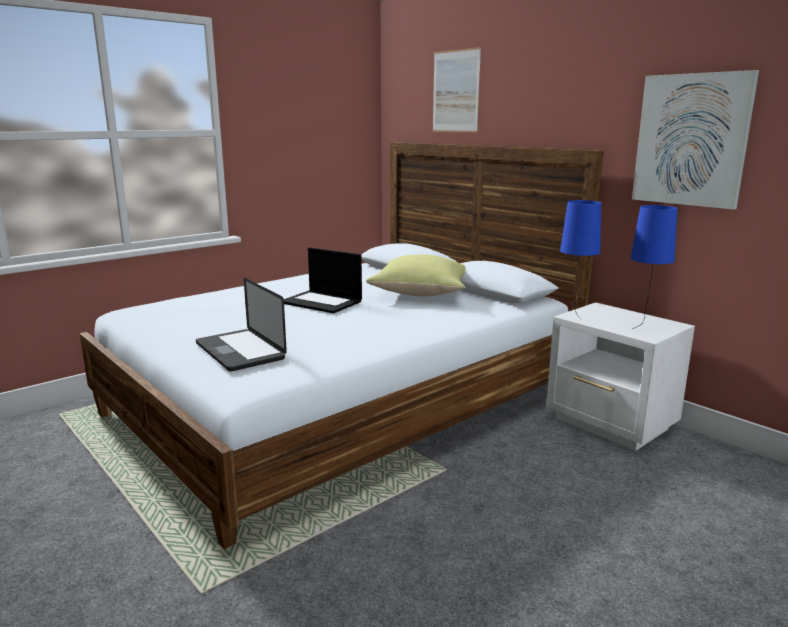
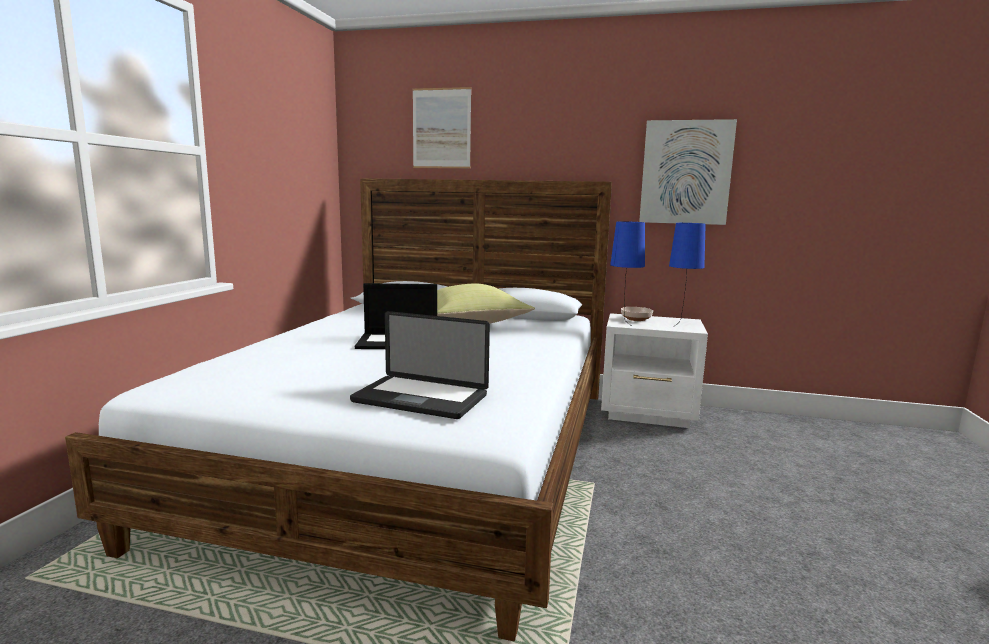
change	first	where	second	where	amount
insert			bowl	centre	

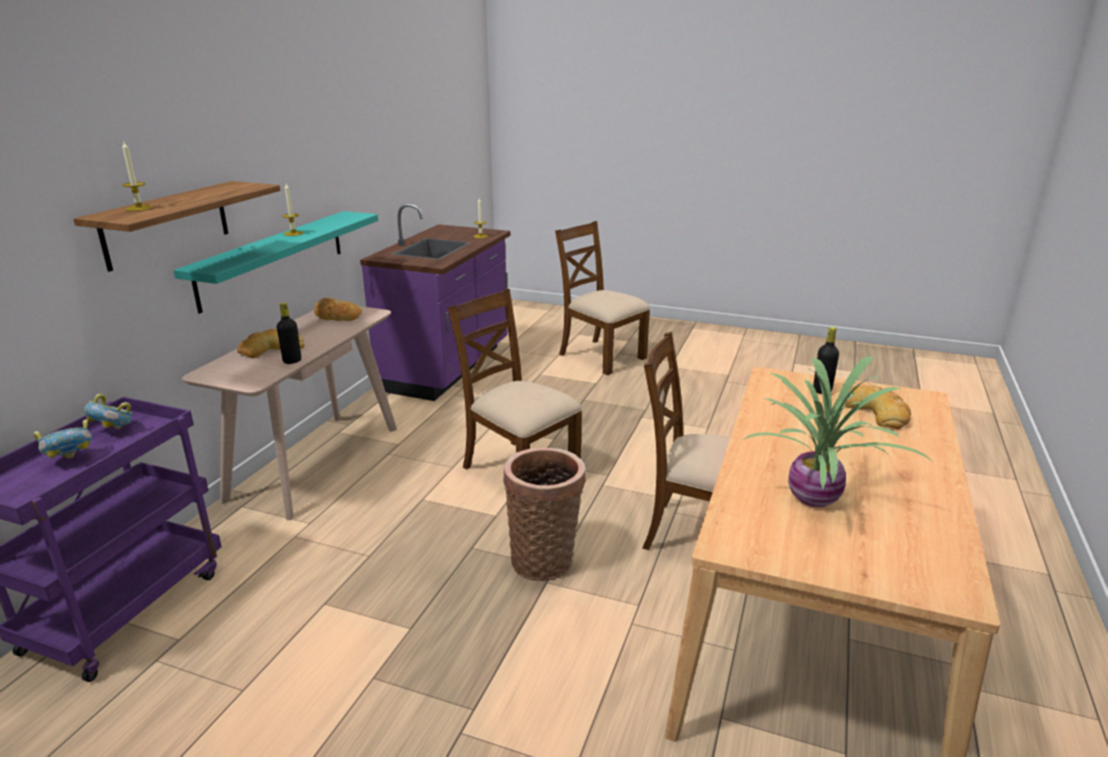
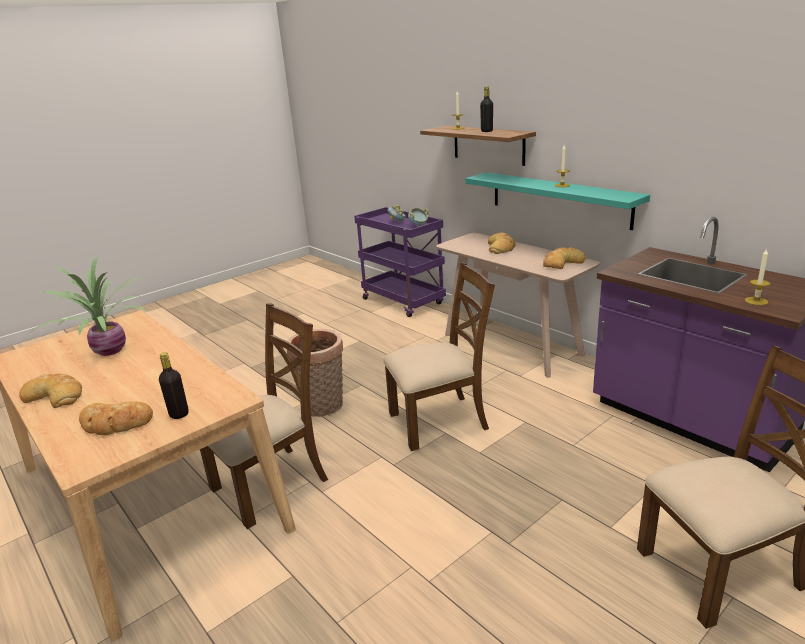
change	first	where	second	where	amount
insert			bread (1st from left)	middle left	
move	black_bottle (1st from left in the first image)	middle left	black_bottle (2nd from left)	top centre	

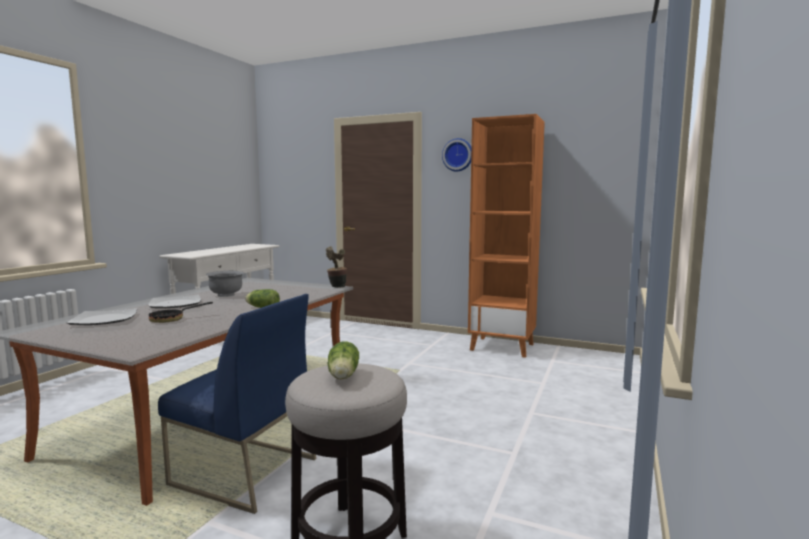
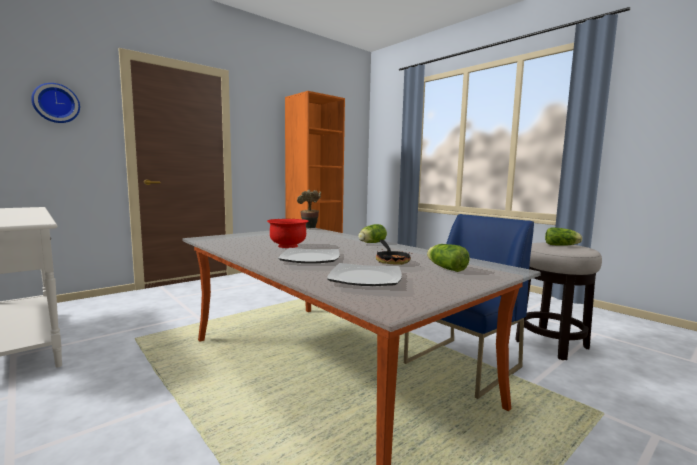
change	first	where	second	where	amount
move	wall_clock	top centre		top left	
recolor	grey_bowl	middle left	red_bowl	centre	
insert			lettuce (2nd from left)	centre	

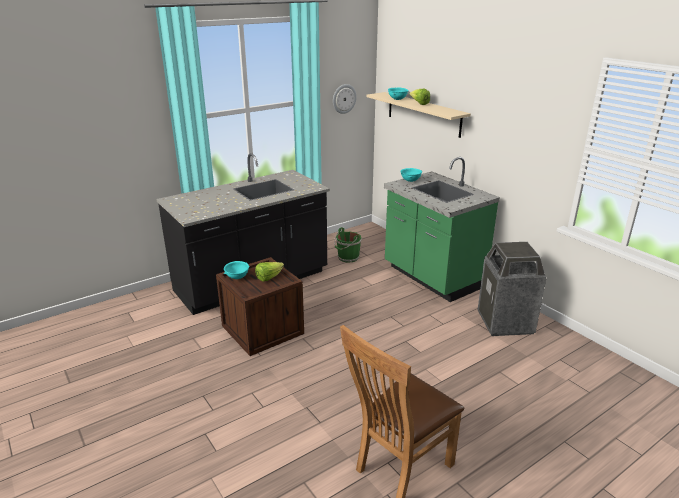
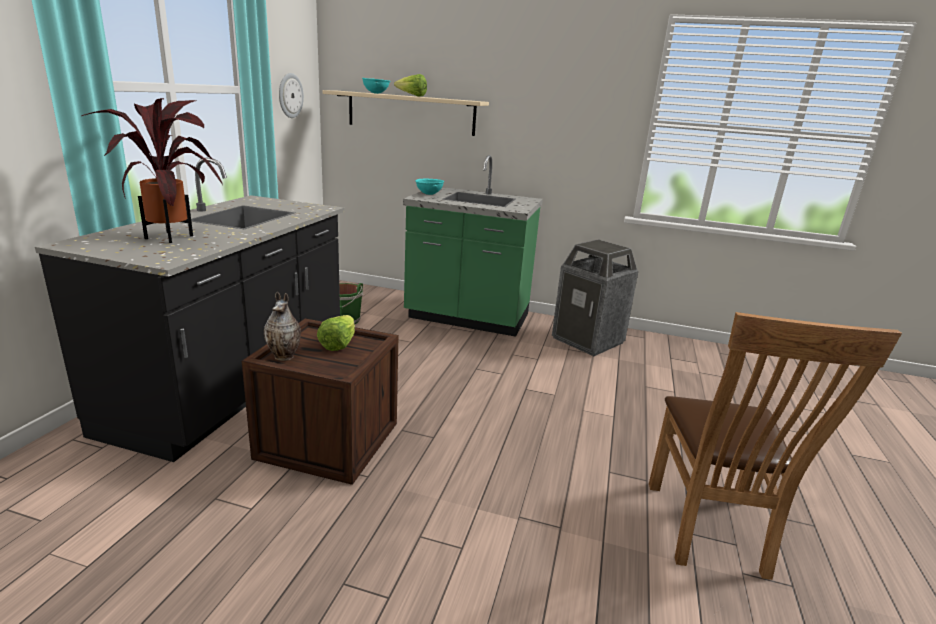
change	first	where	second	where	amount
insert			potted_plant	top left	
replace	turquoise_bowl (1st from left)	centre	vase	middle left	

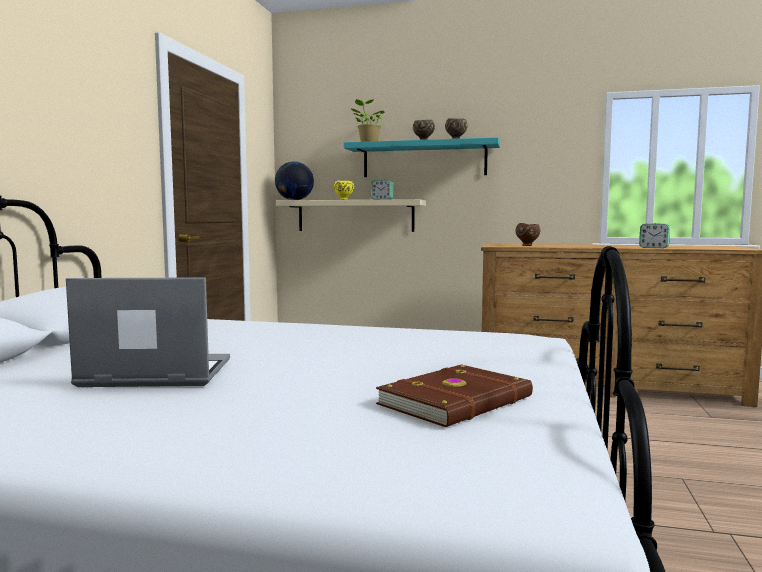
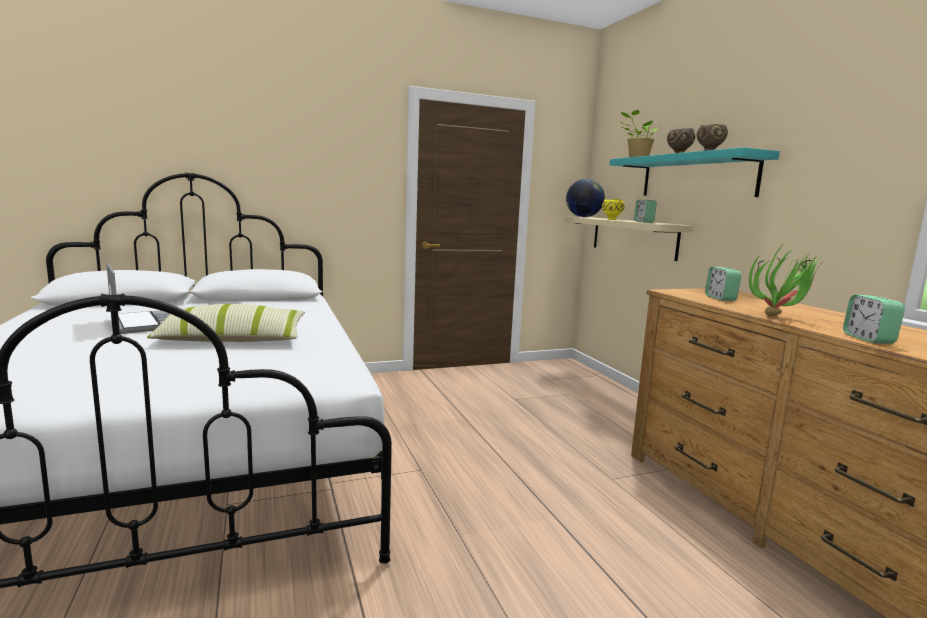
change	first	where	second	where	amount
insert			pillow	middle left	
replace	brown_bowl (3rd from left)	middle right	alarm_clock (2nd from left)	middle right	
insert			potted_plant (2nd from left)	middle right	
delete	brown_book	bottom centre			

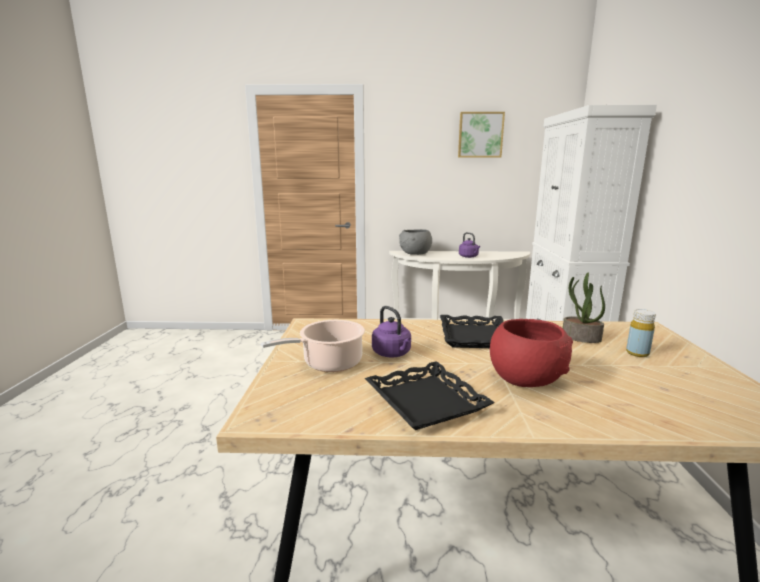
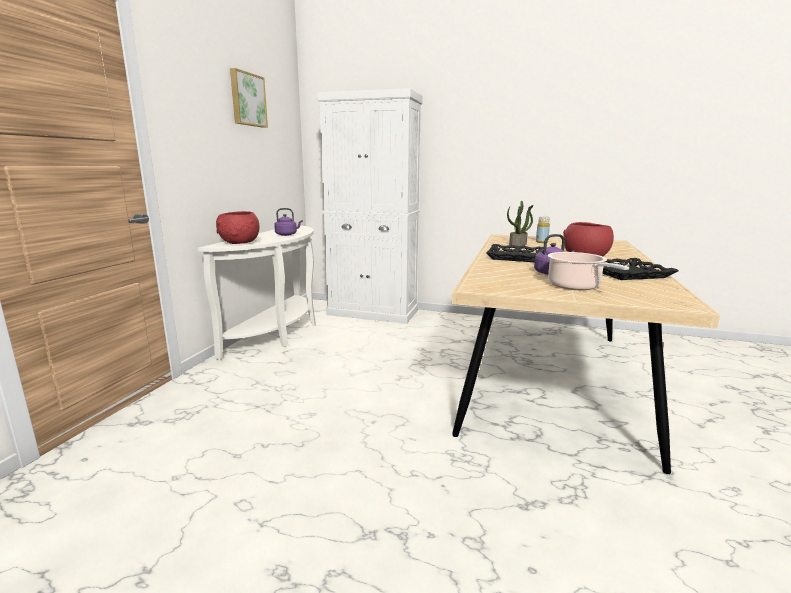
change	first	where	second	where	amount
recolor	grey_bowl	centre	red_bowl (1st from left)	middle left	

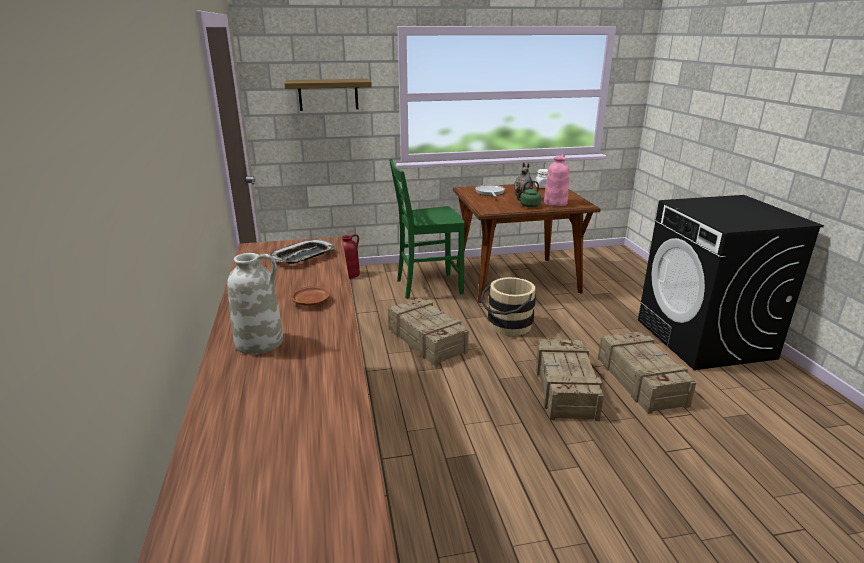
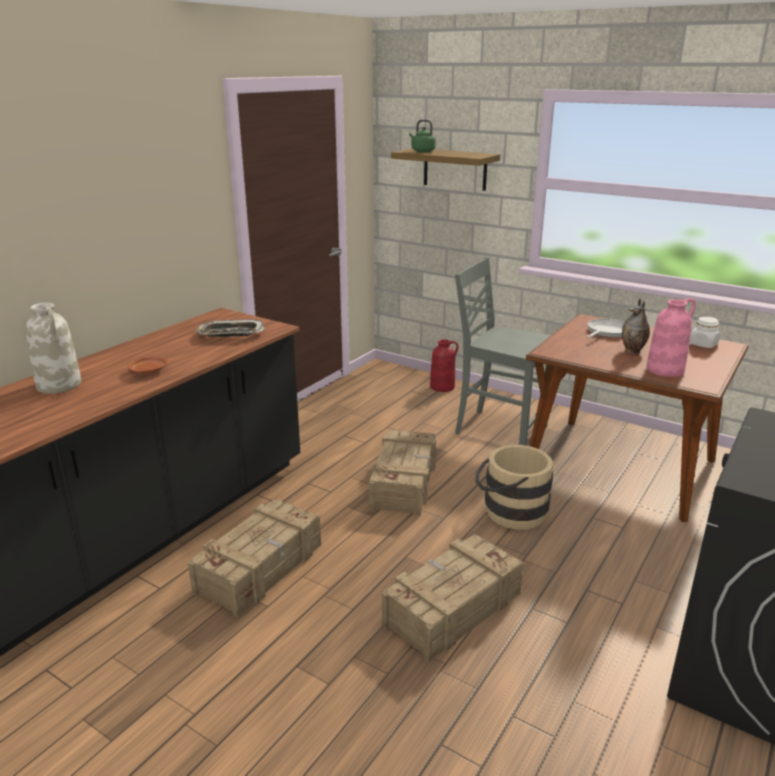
change	first	where	second	where	amount
move	crate (3rd from left in the first image)	middle right	crate (1st from left)	bottom left	
move	green_kettle	centre		top centre	
recolor	green_chair	centre	grey_chair	centre	

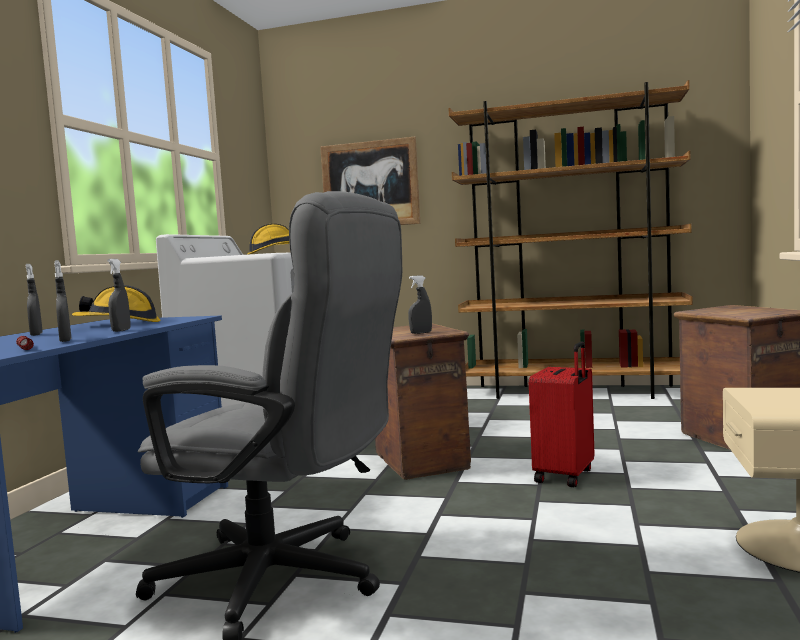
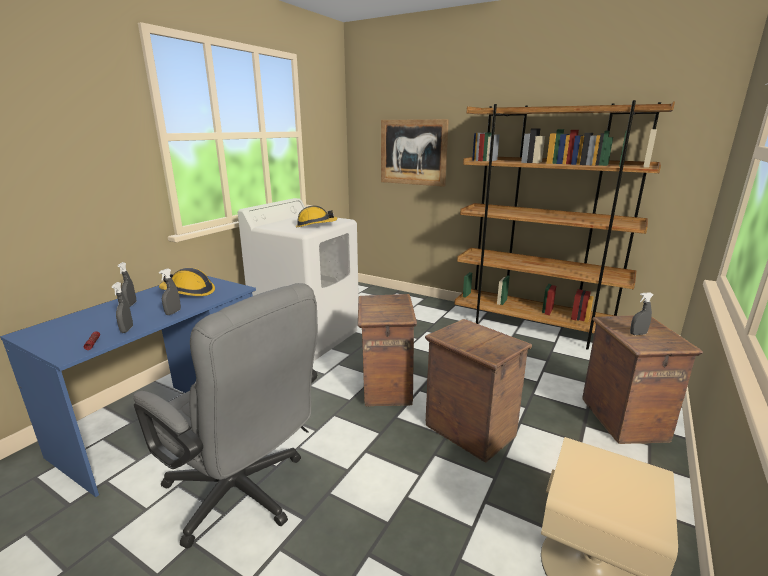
change	first	where	second	where	amount
replace	red_suitcase	middle right	crate (2nd from left)	bottom centre	
move	grey_spray_bottle (4th from left)	centre		middle right	

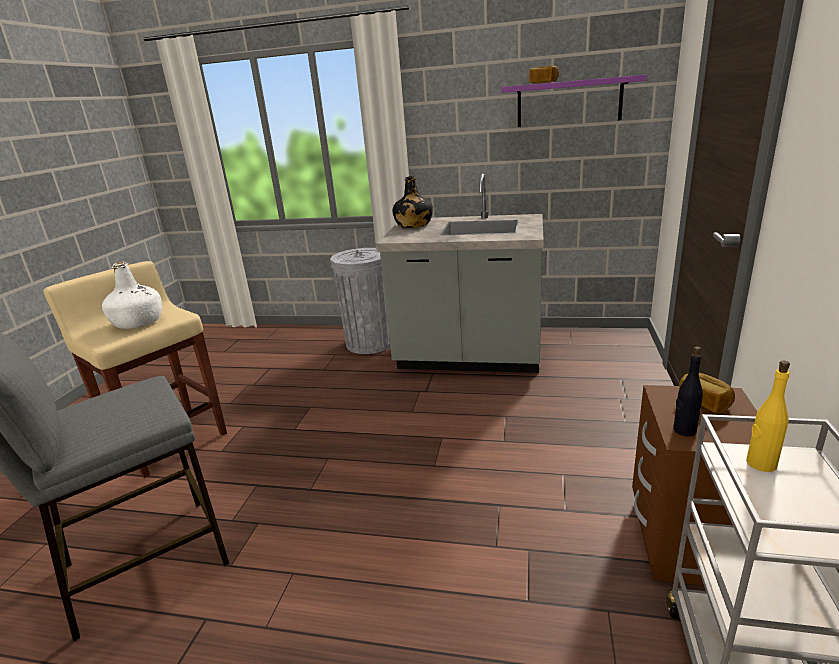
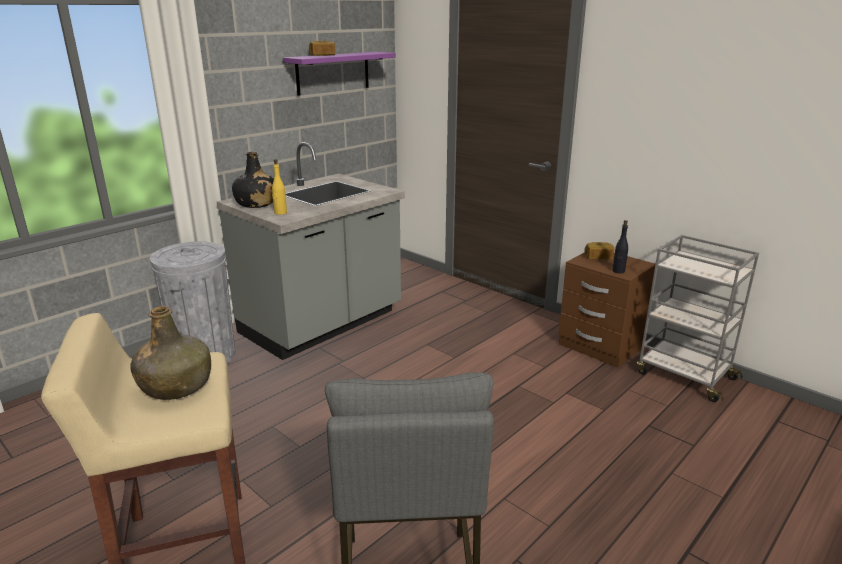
change	first	where	second	where	amount
recolor	white_bottle	middle left	green_bottle	middle left	
move	yellow_bottle	middle right		top left	

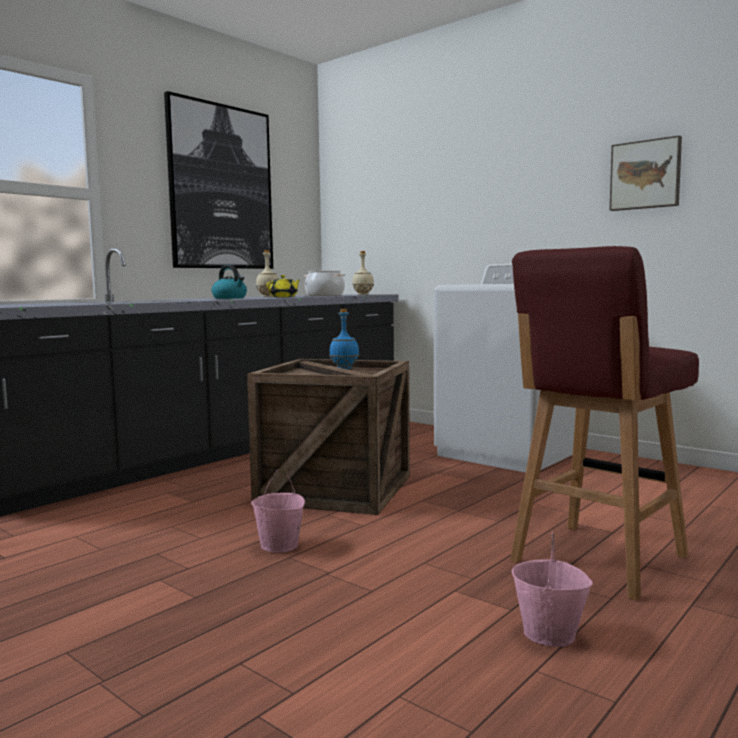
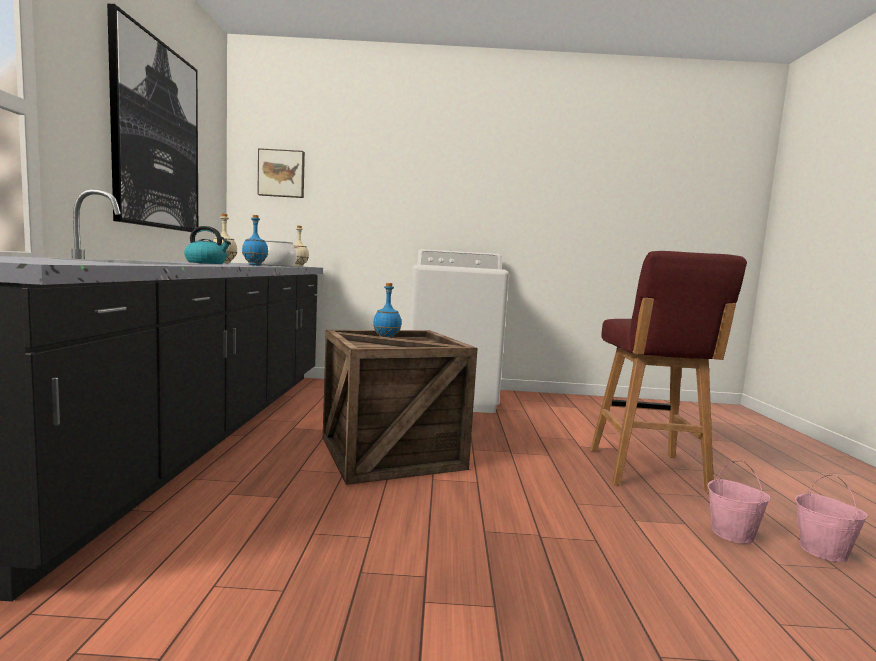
change	first	where	second	where	amount
replace	yellow_teapot	centre	blue_bottle (1st from left)	middle left	
move	picture (2nd from left)	top right		top left	
move	pink_bucket (1st from left in the first image)	bottom centre	pink_bucket (2nd from left)	bottom right	

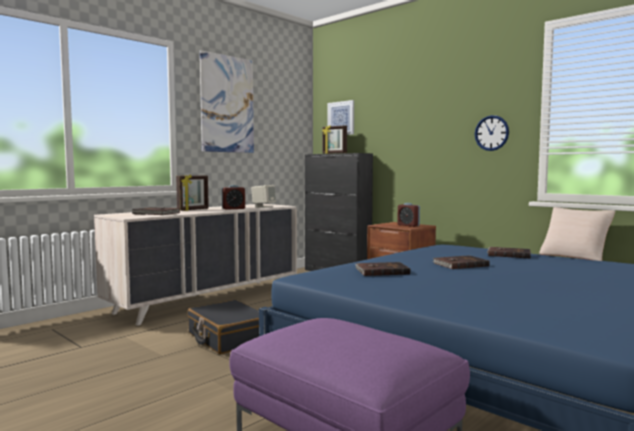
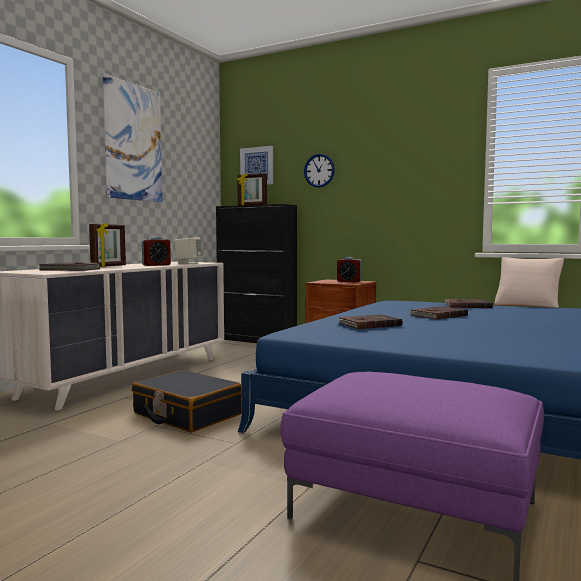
change	first	where	second	where	amount
move	wall_clock	top right		top centre	

